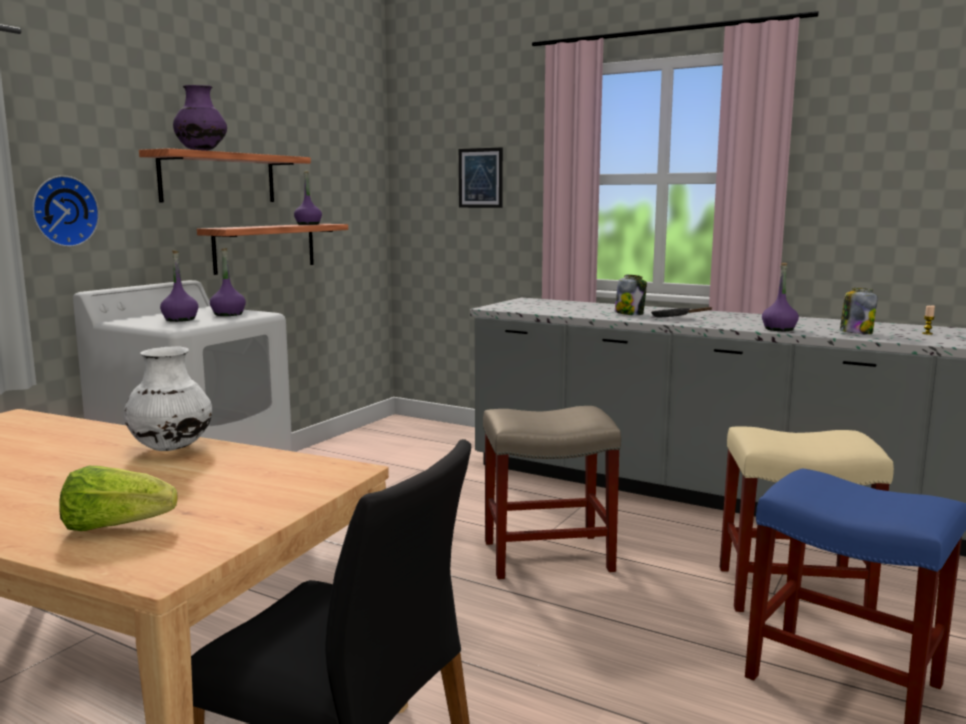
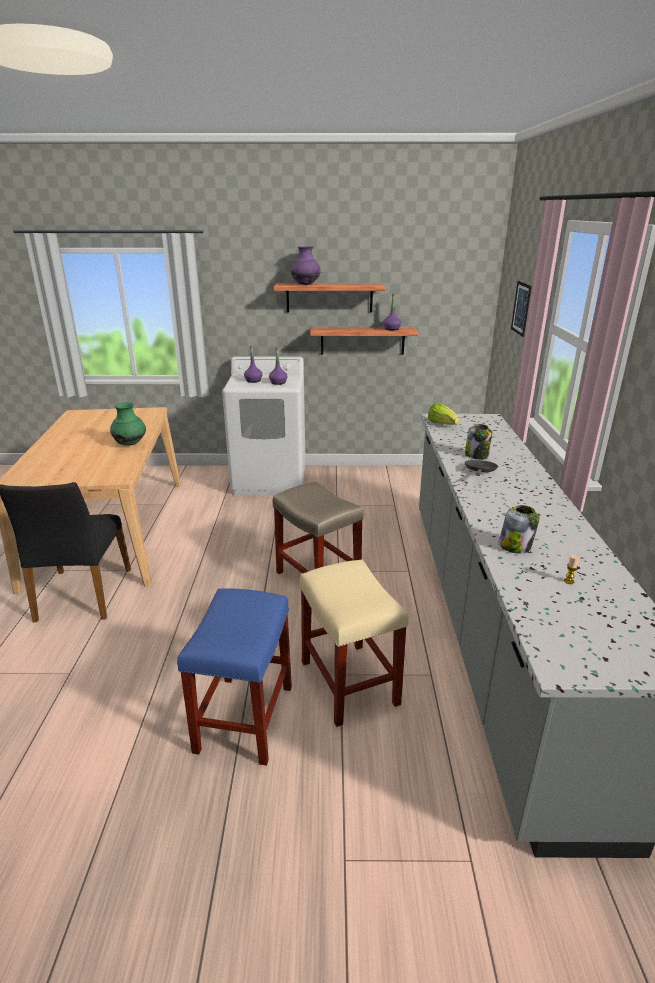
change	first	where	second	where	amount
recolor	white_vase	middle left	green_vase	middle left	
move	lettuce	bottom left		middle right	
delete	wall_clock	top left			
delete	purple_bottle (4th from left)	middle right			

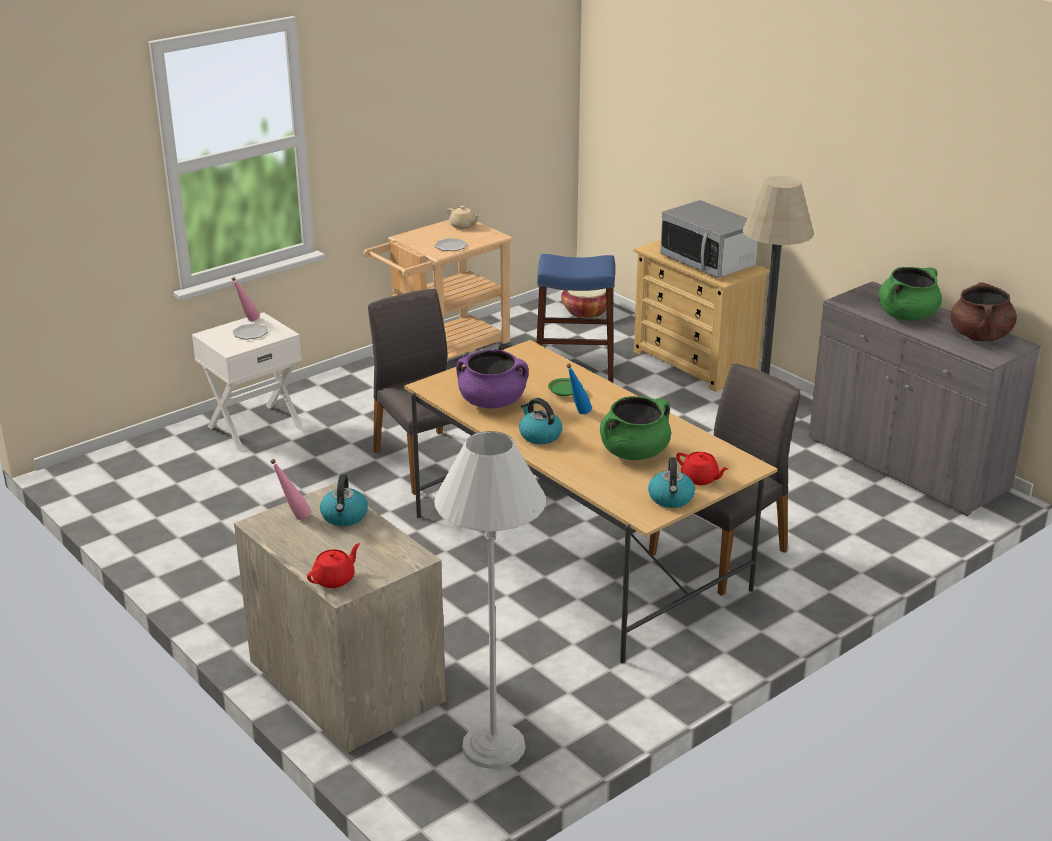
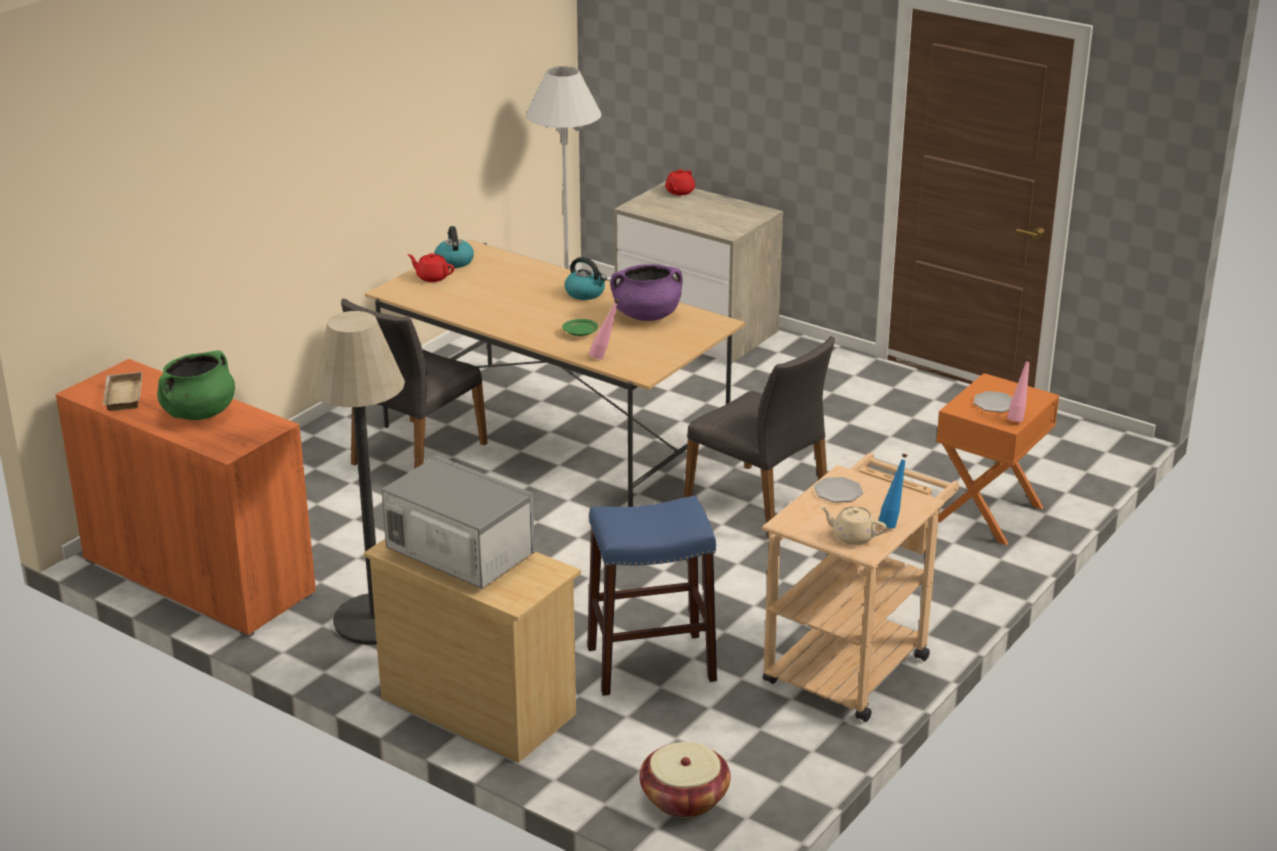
change	first	where	second	where	amount
recolor	grey_cabinet	middle right	orange_cabinet	middle left	
replace	brown_cooking_pot	middle right	beige_tray	middle left	
move	pink_bottle (2nd from left in the first image)	middle left	pink_bottle (1st from left)	centre	
move	blue_bottle	centre		middle right	
recolor	white_nightstand	middle left	orange_nightstand	middle right	
delete	kettle (1st from left)	middle left			
delete	green_cooking_pot (1st from left)	centre			

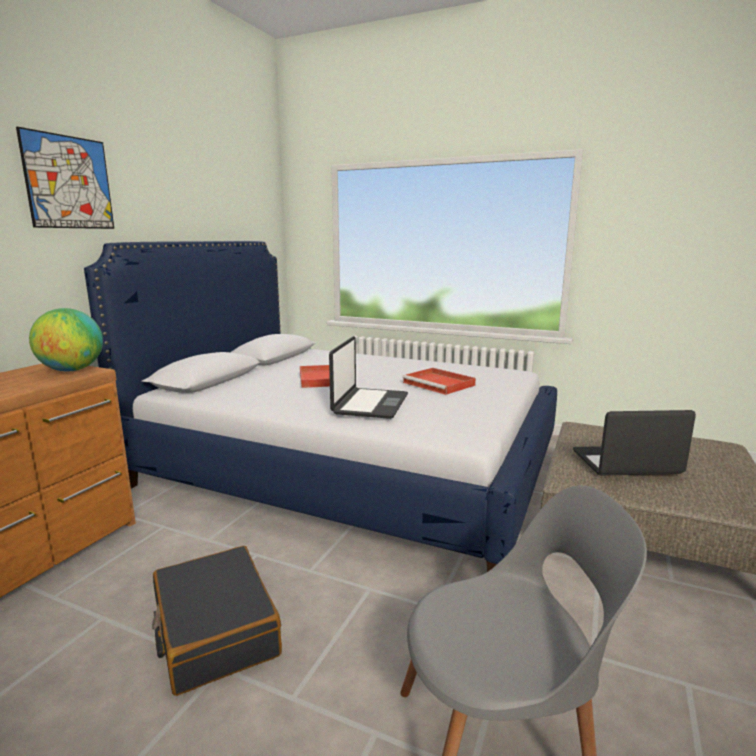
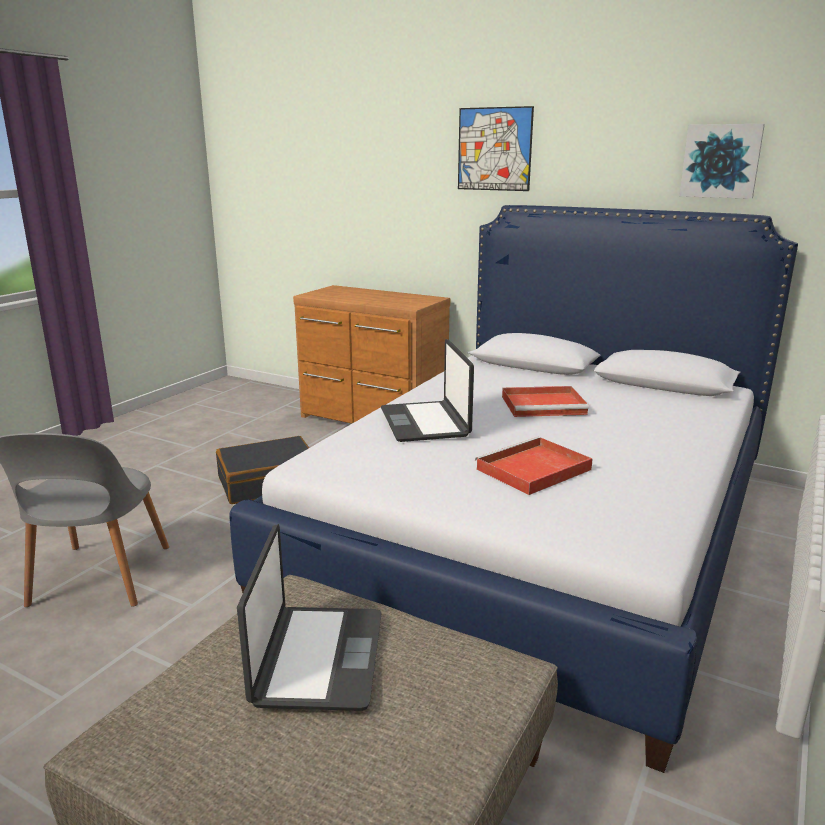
change	first	where	second	where	amount
rotate	laptop (1st from left in the first image)	centre	laptop (2nd from left)	centre	60 degrees clockwise
insert			picture (2nd from left)	top right	
delete	globe	middle left			

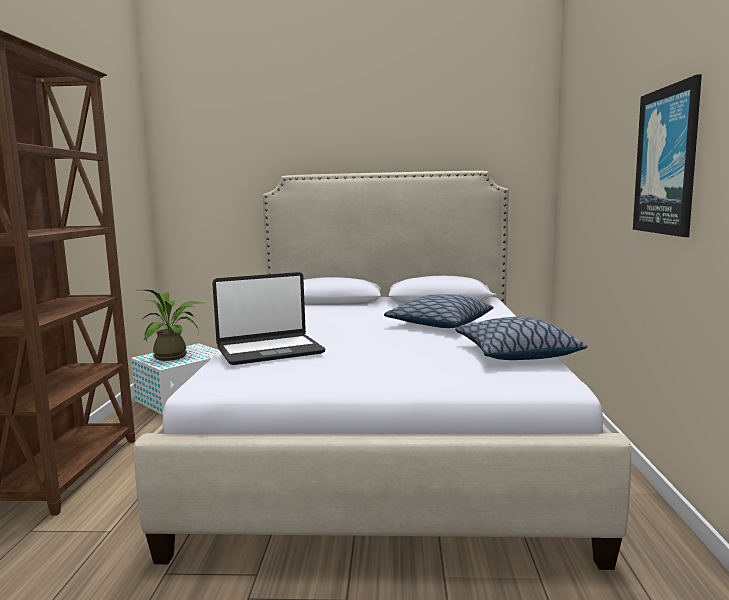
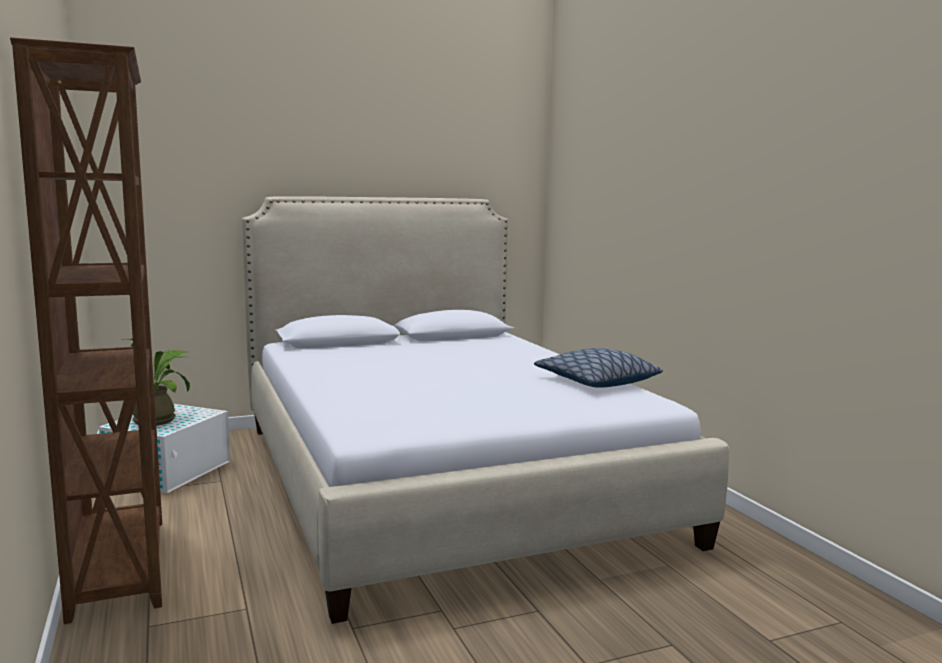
change	first	where	second	where	amount
delete	laptop	centre			
delete	pillow (1st from left)	centre			
delete	picture	top right			

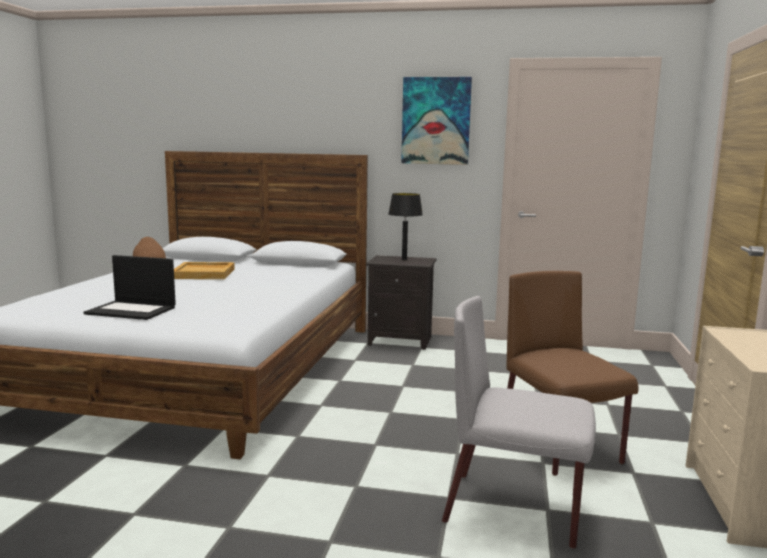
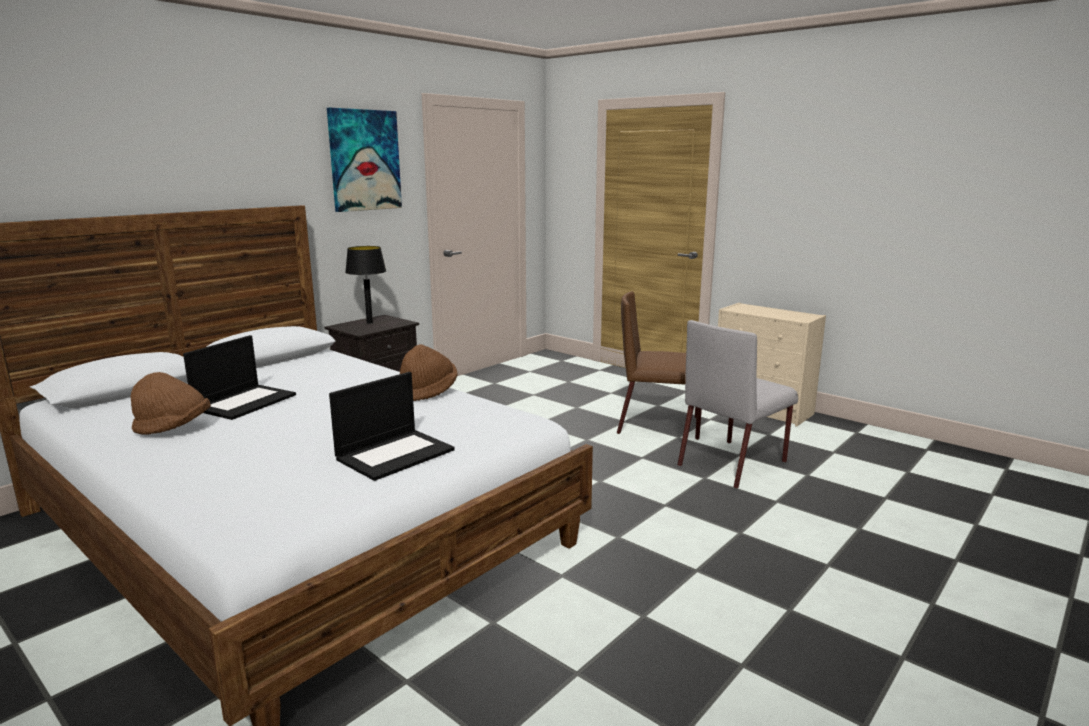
change	first	where	second	where	amount
replace	beige_tray	middle left	laptop (1st from left)	middle left	
insert			brown_hat (2nd from left)	centre	

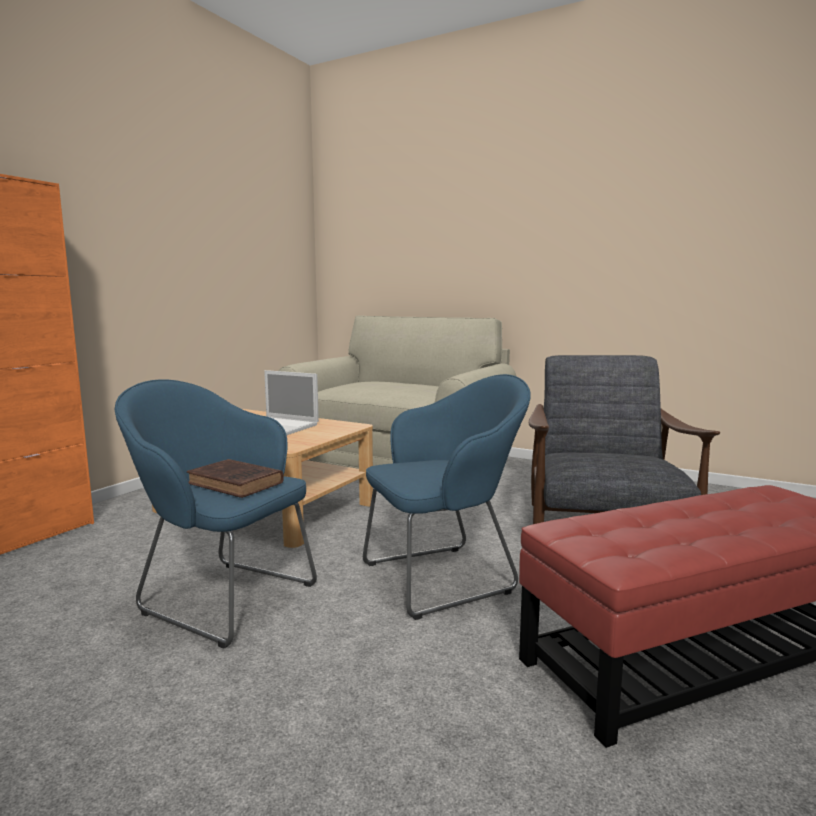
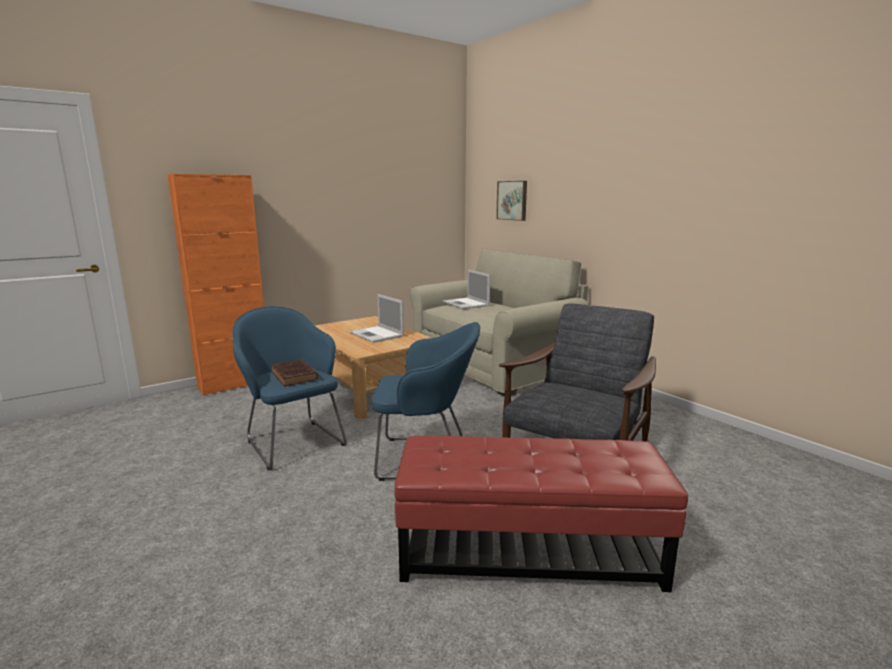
change	first	where	second	where	amount
insert			laptop (2nd from left)	centre	
insert			picture	top centre	

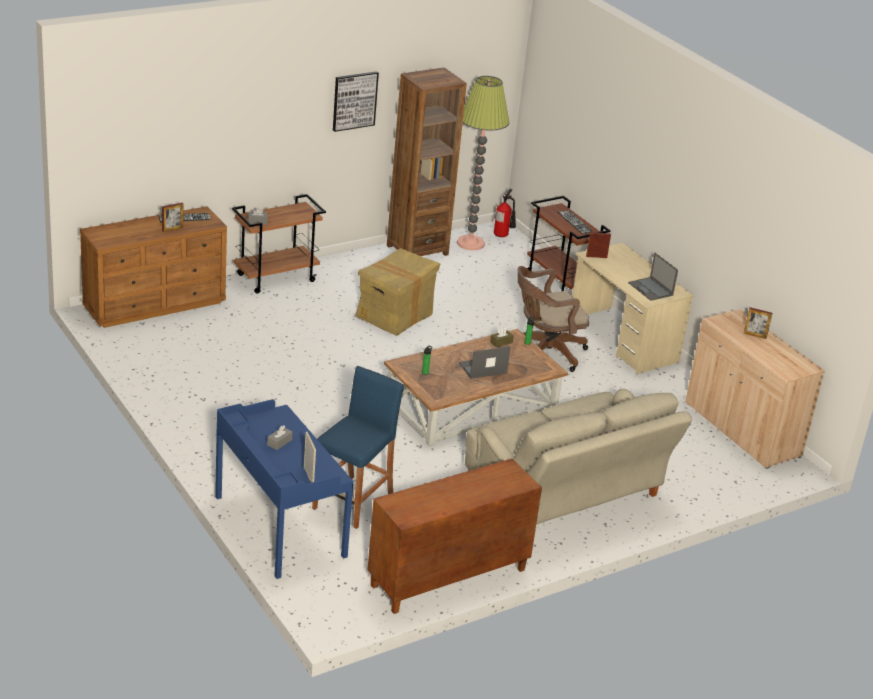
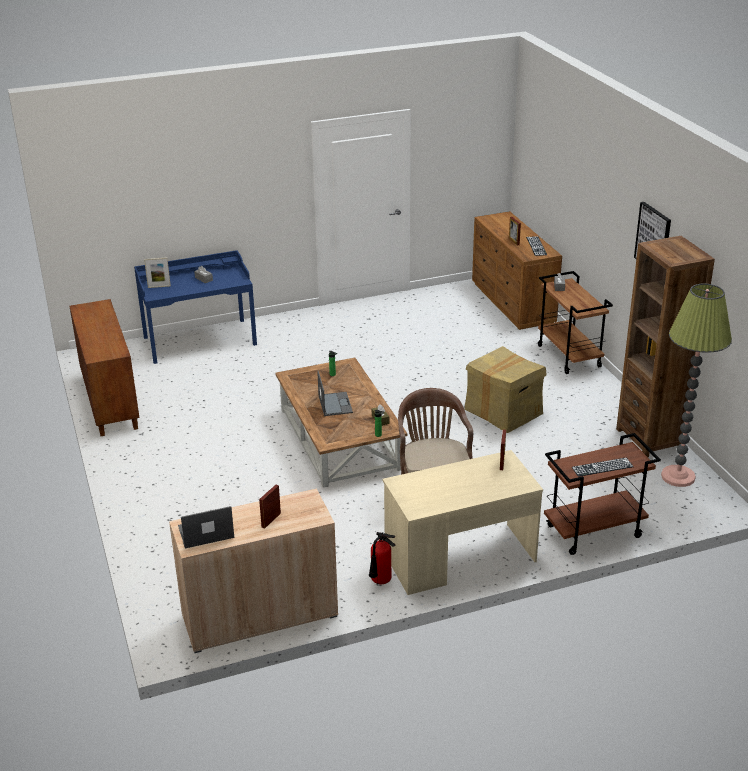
change	first	where	second	where	amount
move	laptop (2nd from left in the first image)	middle right	laptop (1st from left)	bottom left	
move	fire_extinguisher	top centre		bottom centre	
delete	blue_stool	centre			
delete	beige_sofa	centre			

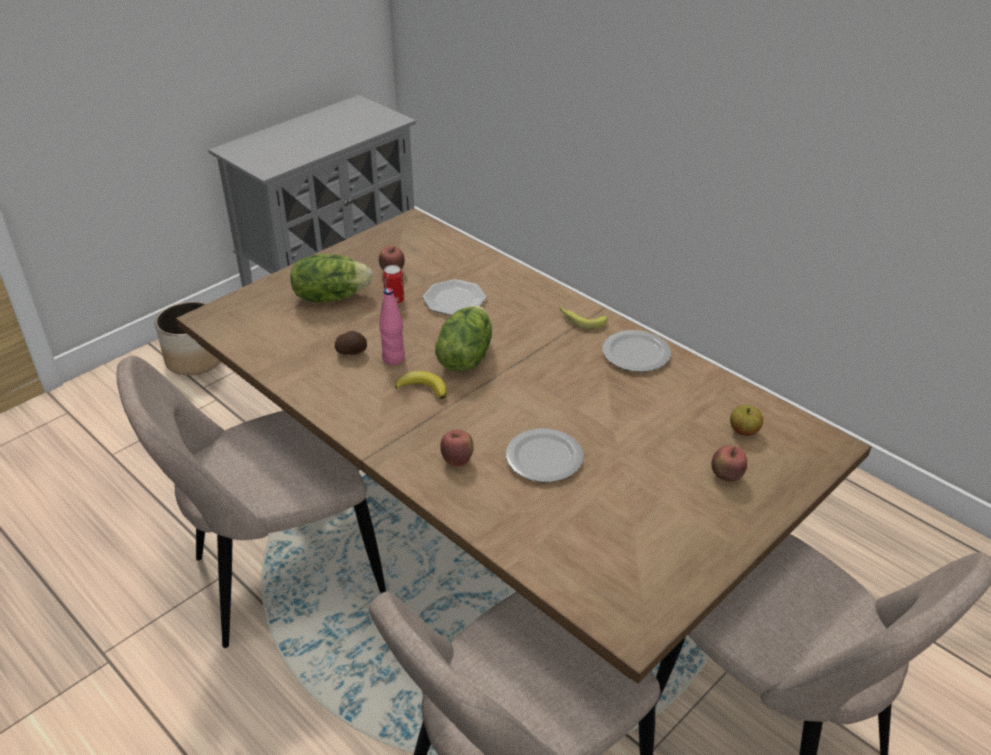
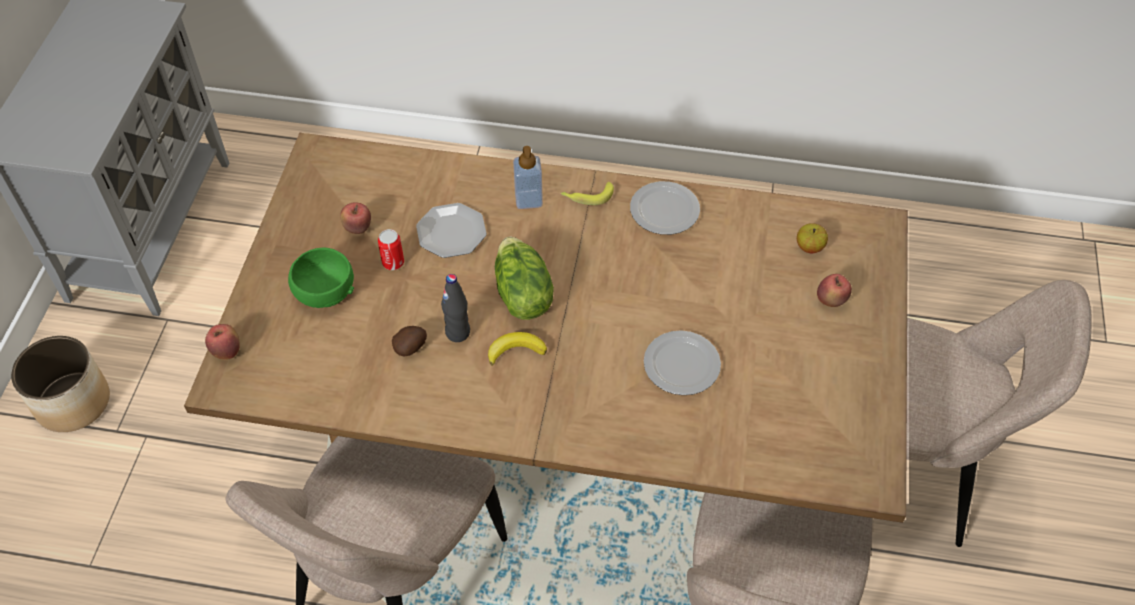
change	first	where	second	where	amount
move	apple (2nd from left in the first image)	centre	apple (1st from left)	middle left	
replace	lettuce (1st from left)	centre	green_bowl	middle left	
recolor	pink_bottle	centre	black_bottle	centre	
insert			soap_dispenser	top centre	

